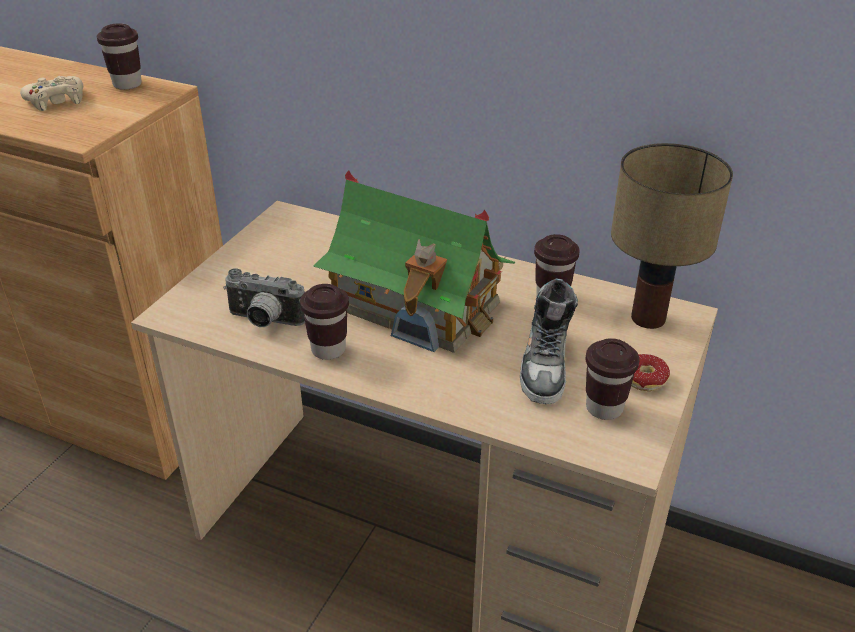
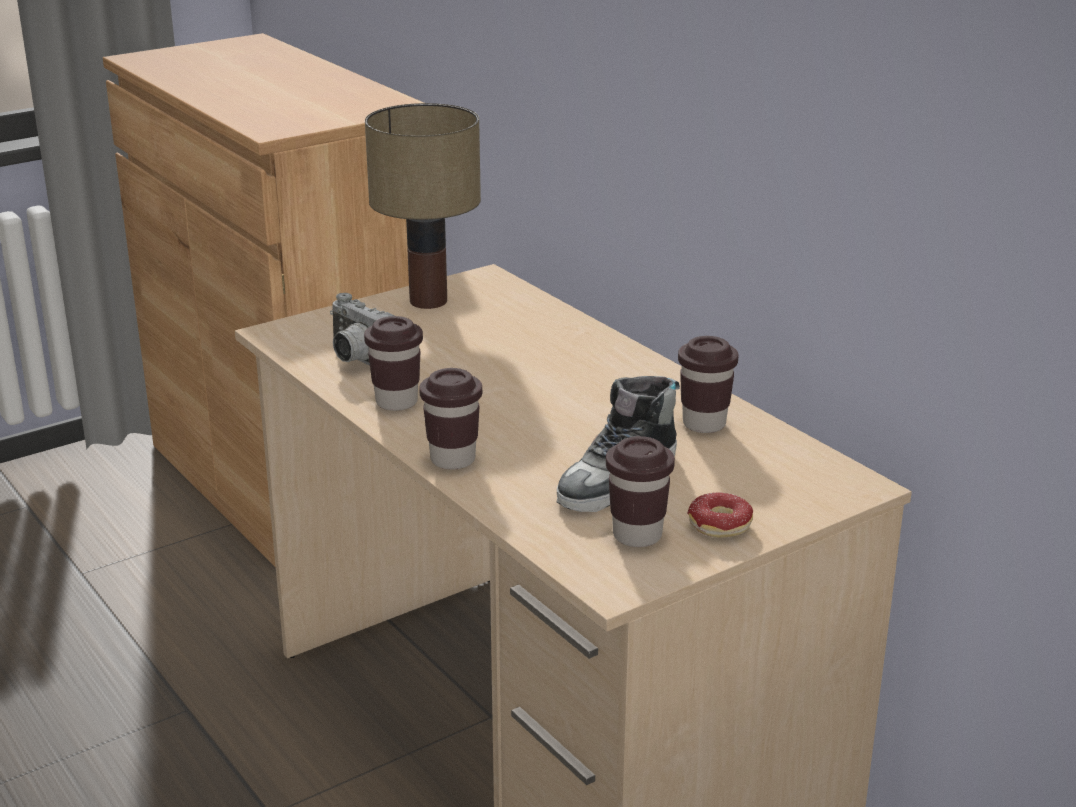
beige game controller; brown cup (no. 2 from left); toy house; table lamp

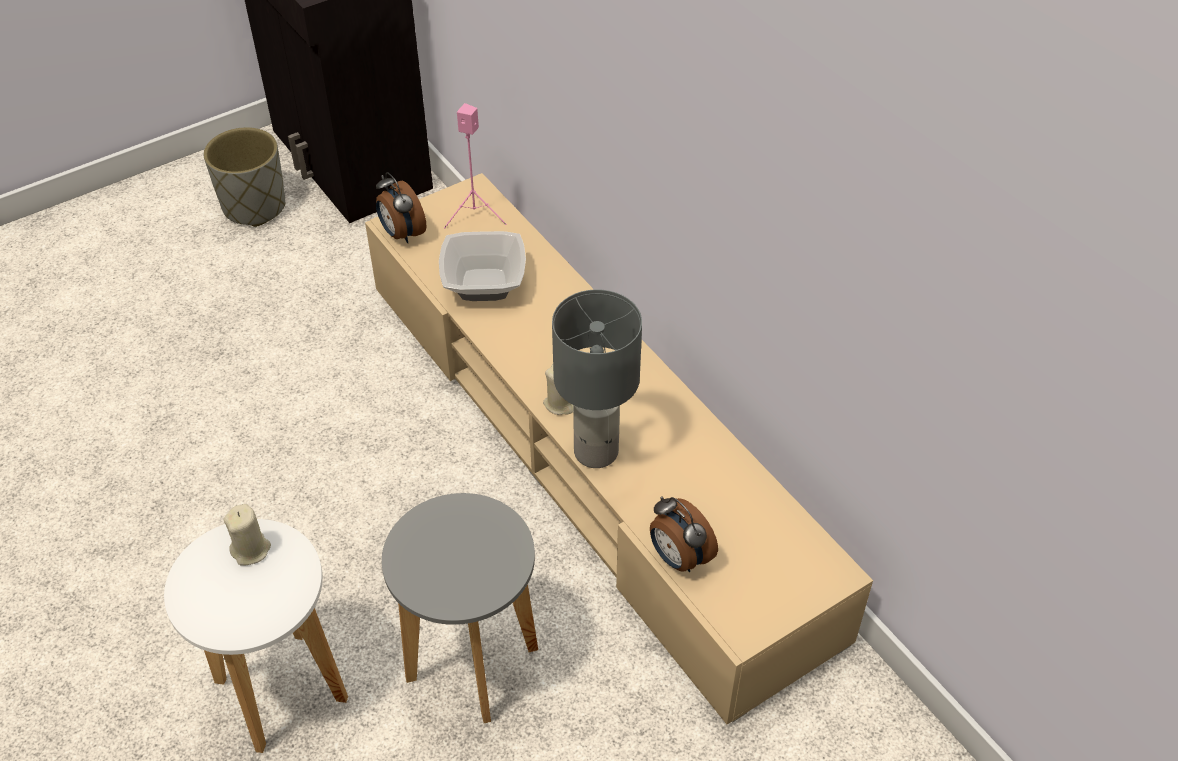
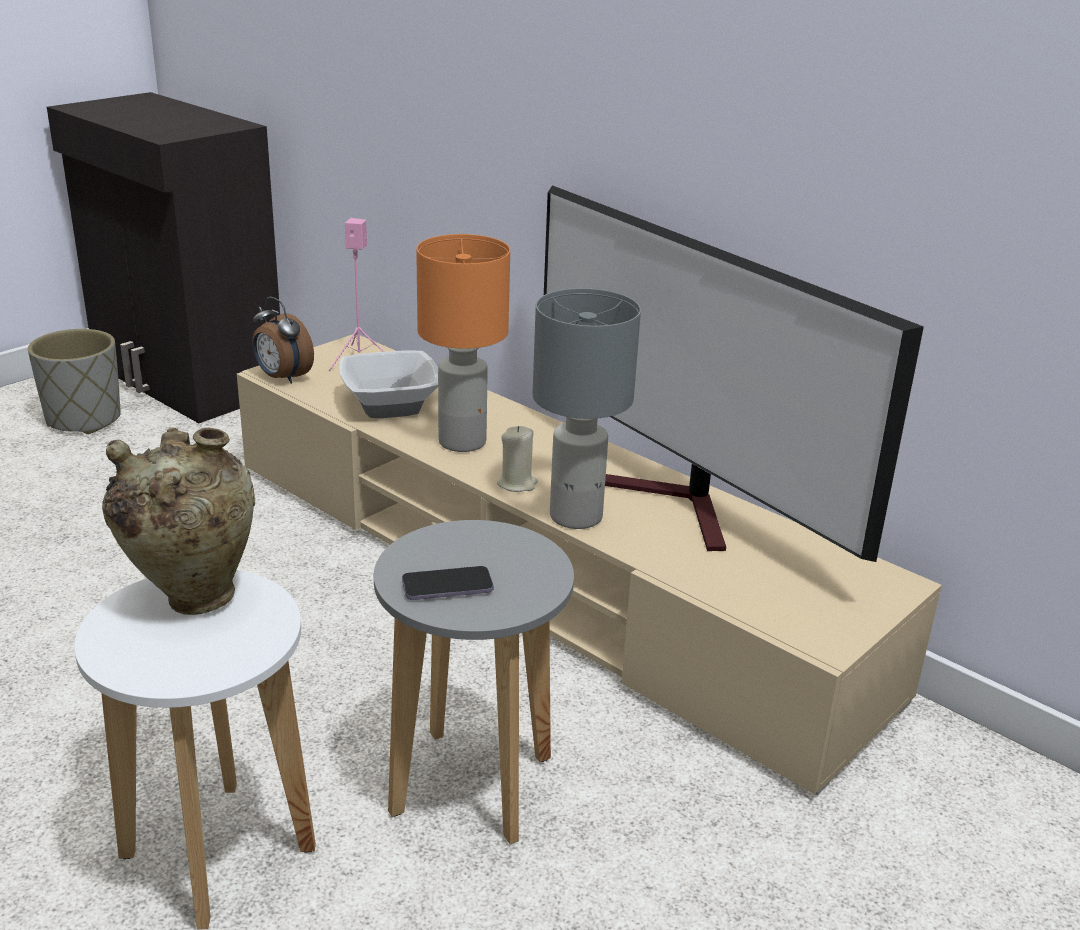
beige vase; alarm clock (no. 2 from left in the first image); phone; orange table lamp; television

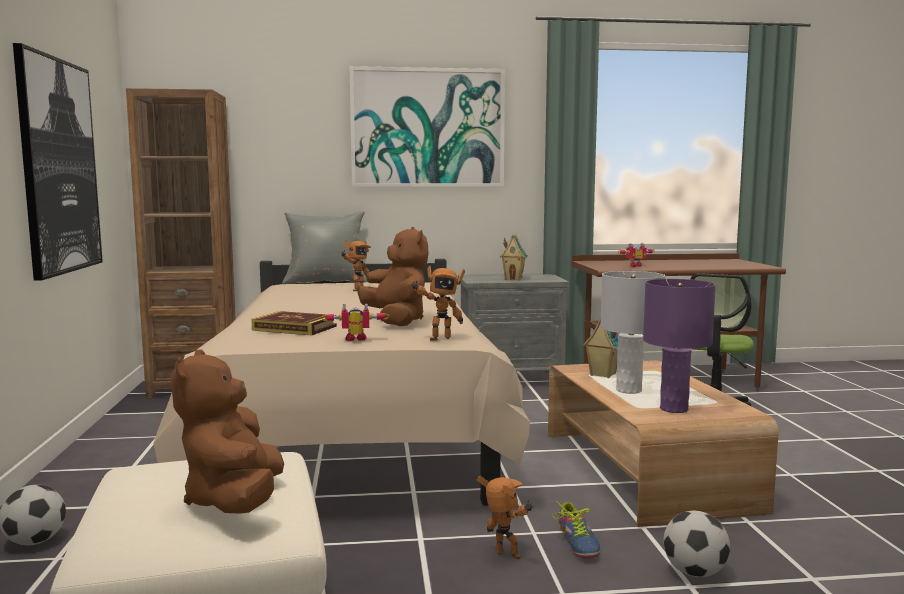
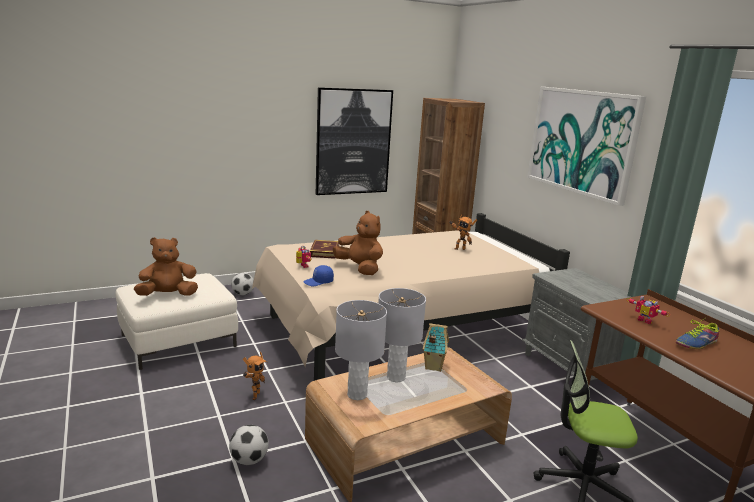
grey pillow; brown plush toy (no. 2 from left); blue cap; toy house (no. 1 from left in the first image); shoe; grey table lamp (no. 1 from left)

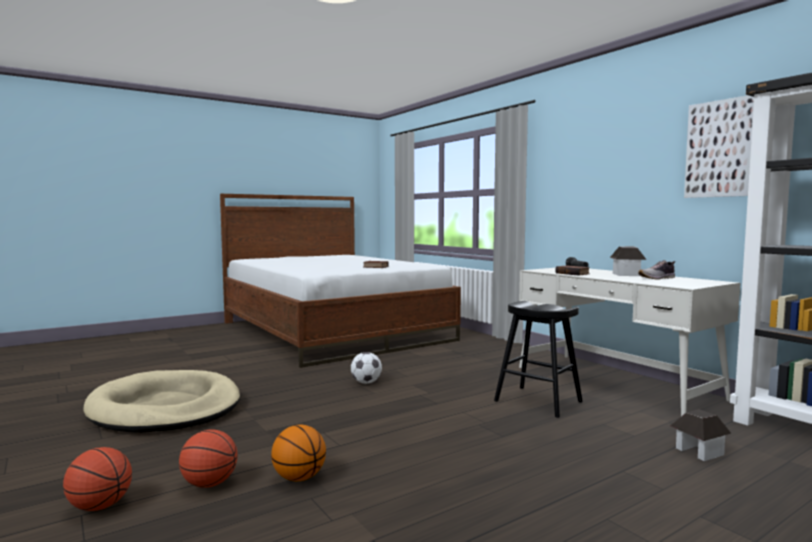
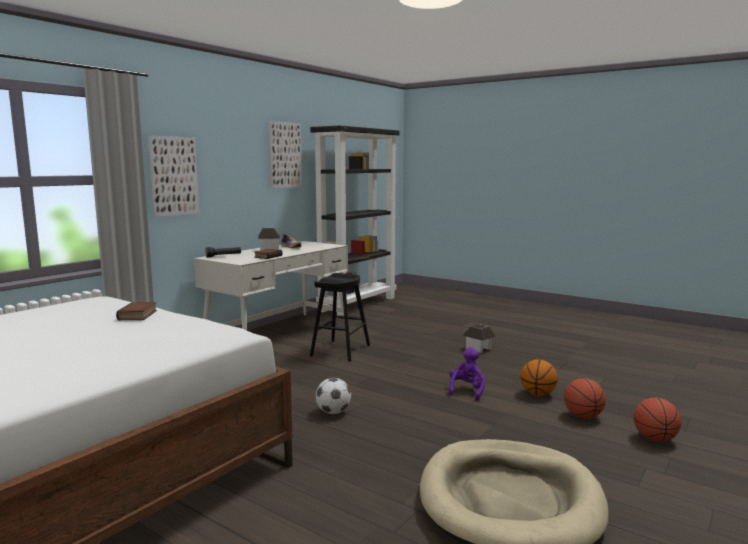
toy house (no. 2 from left); picture (no. 1 from left); purple plush toy

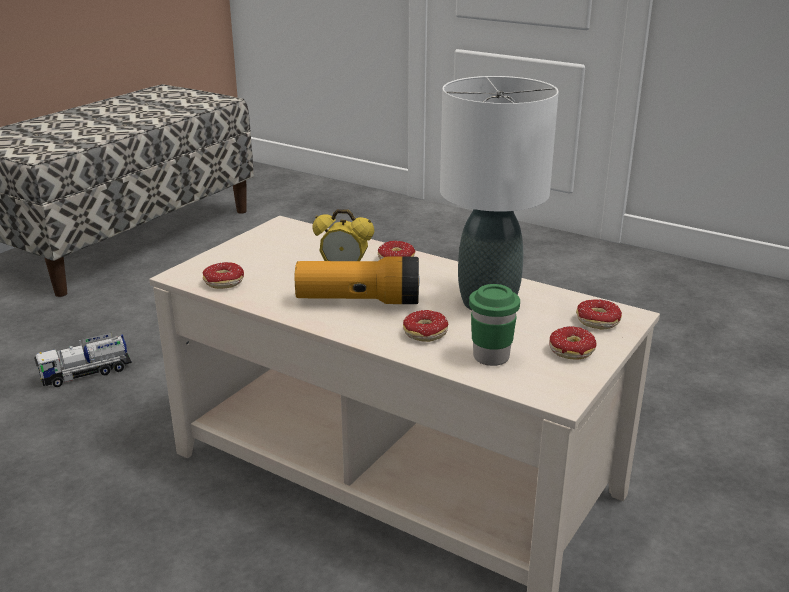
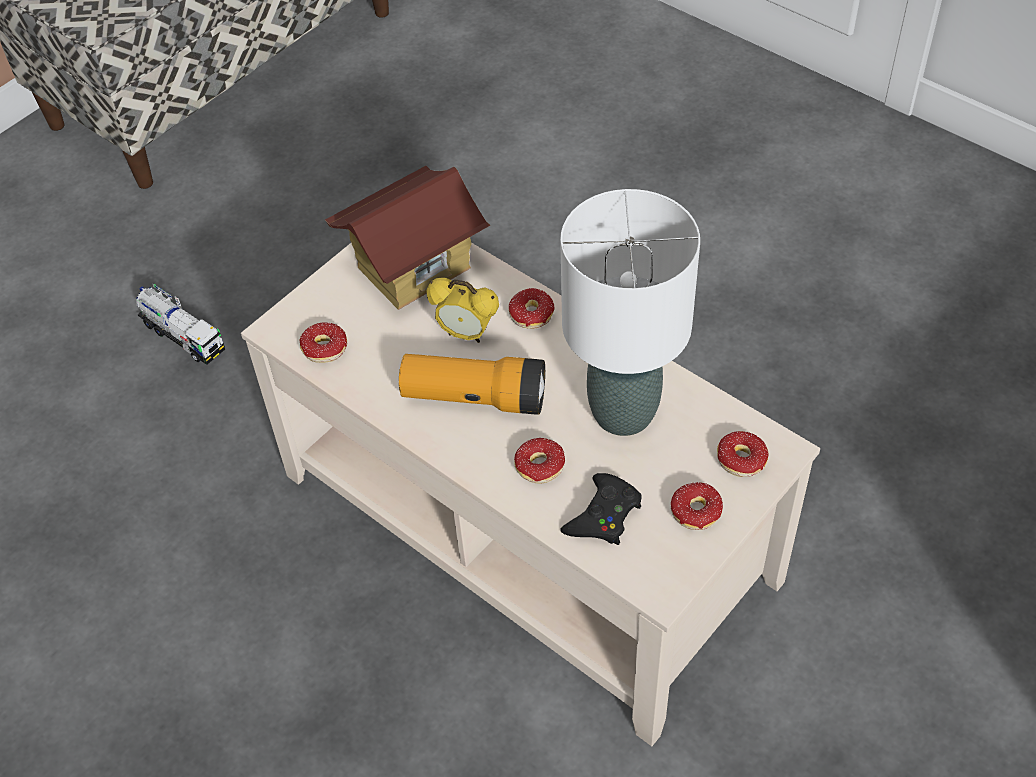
toy truck; black game controller; toy house

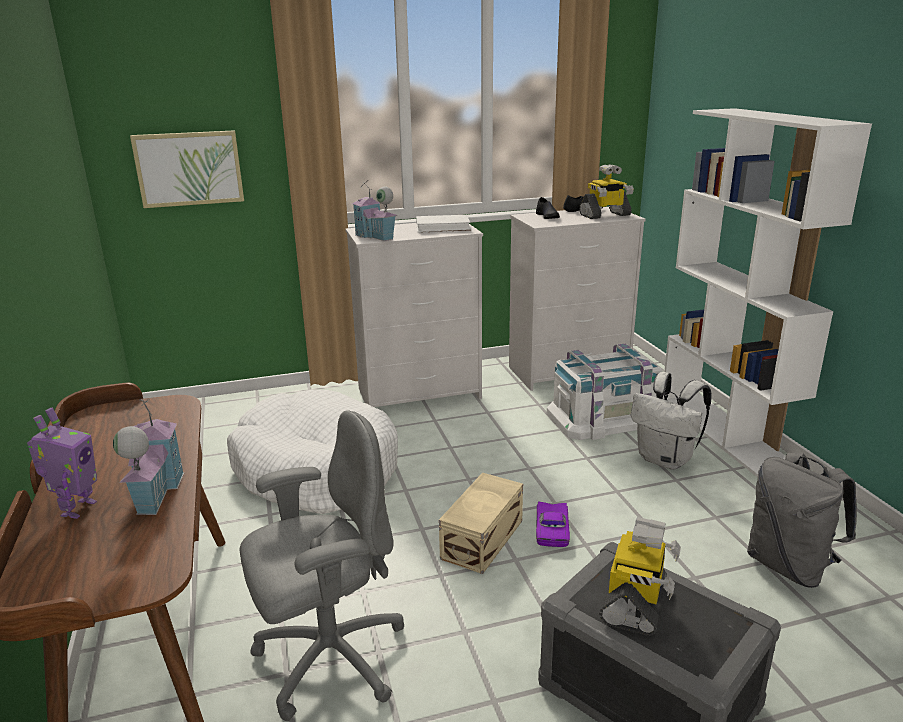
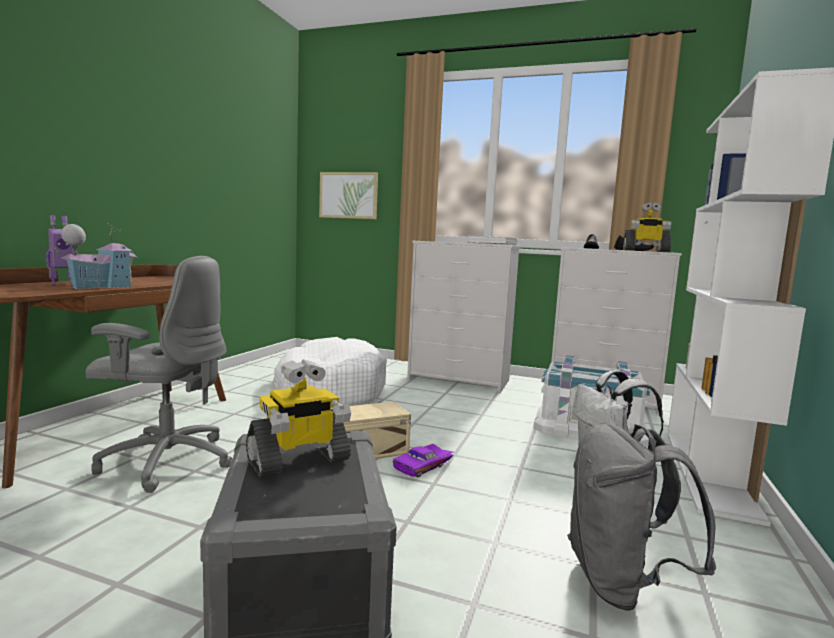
toy house (no. 2 from left in the first image)

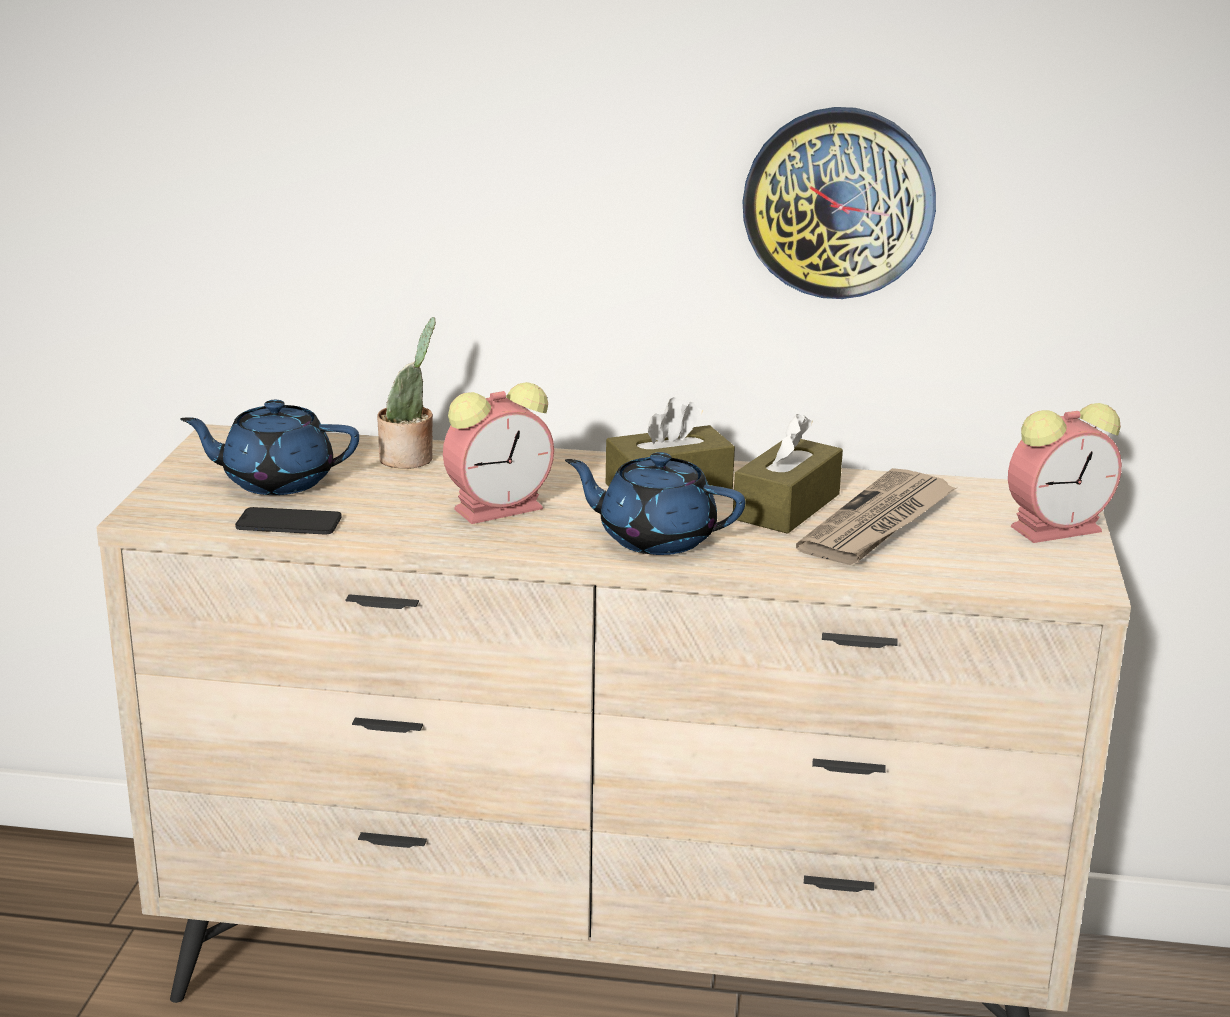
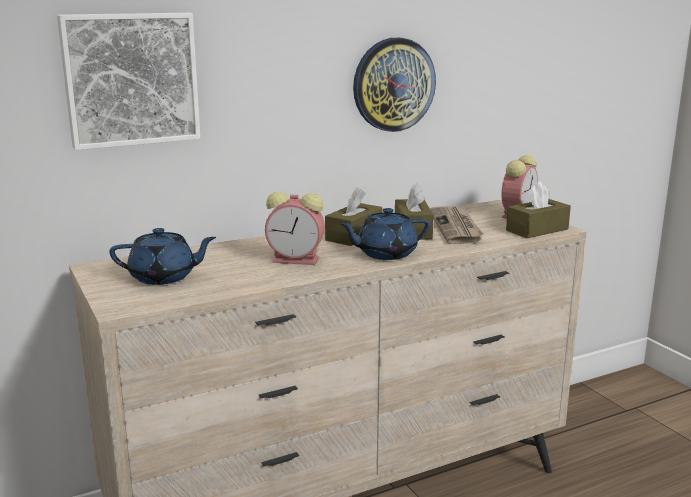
blue teapot (no. 1 from left); phone; potted plant; alarm clock (no. 1 from left); picture; brown tissue box (no. 3 from left)

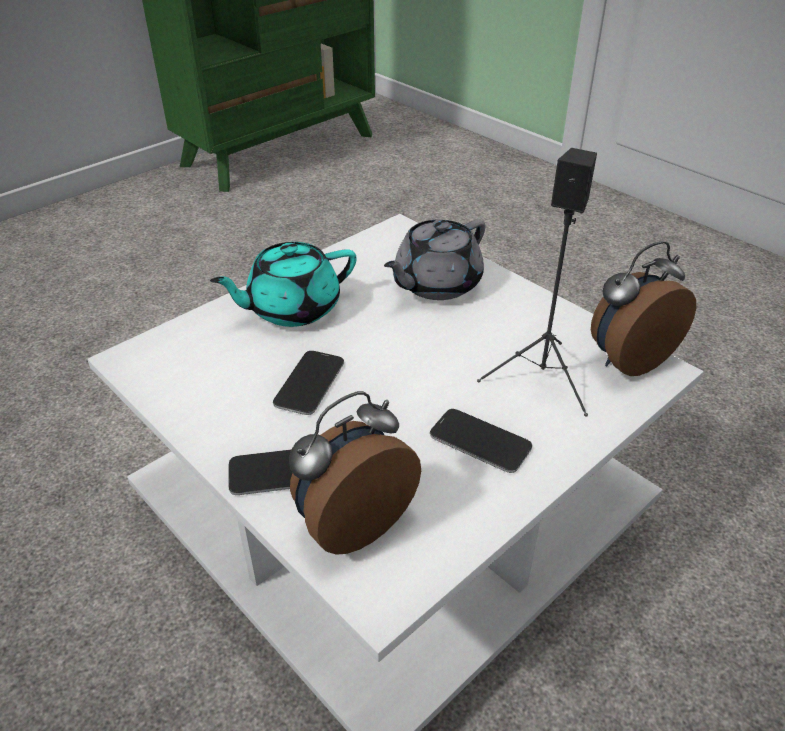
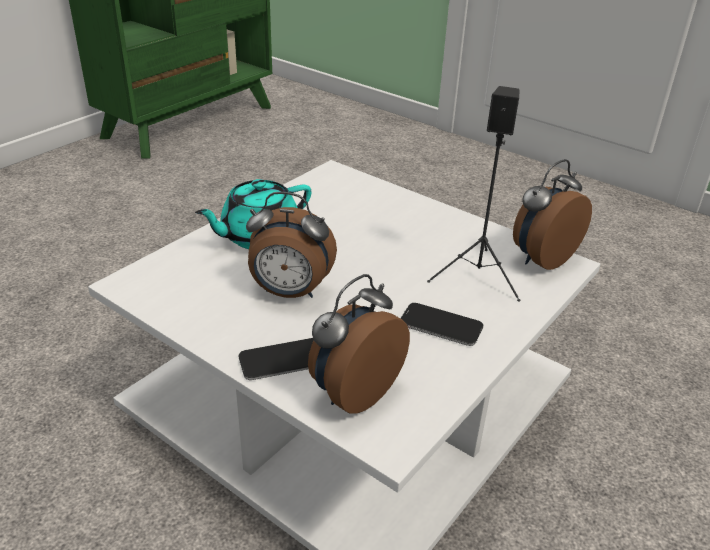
alarm clock (no. 1 from left); grey teapot

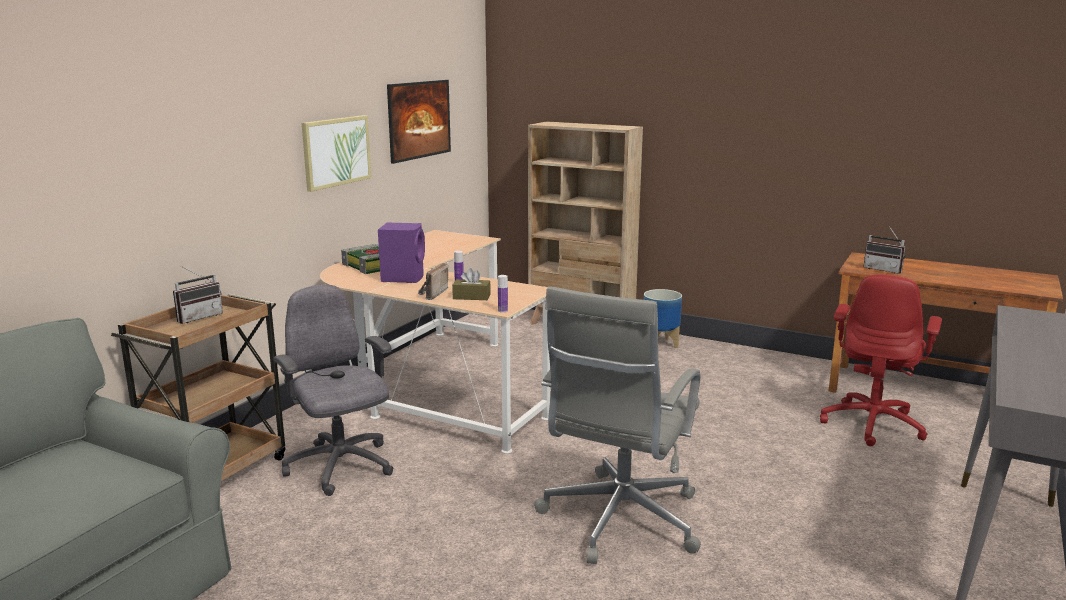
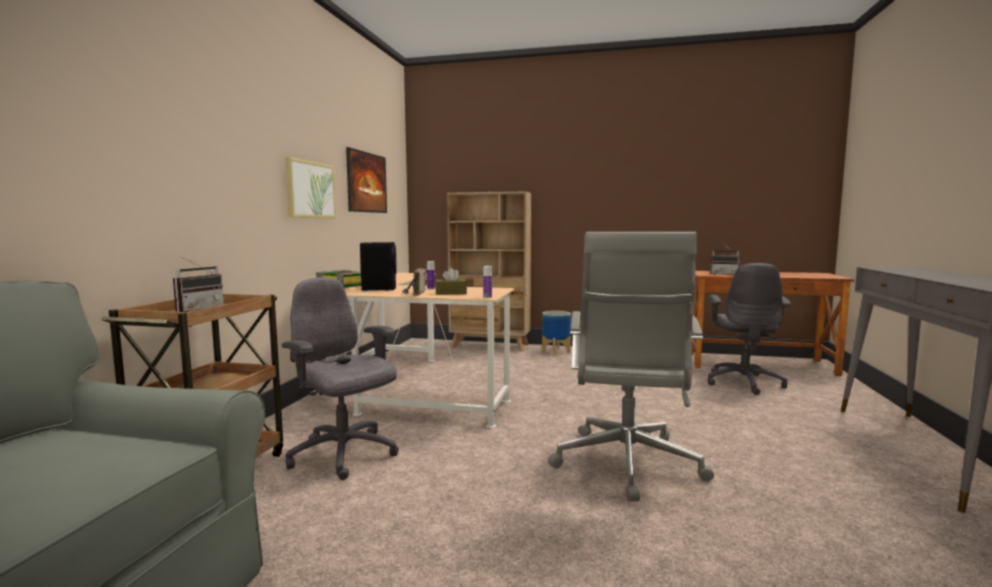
black speaker; grey office chair (no. 3 from left)

